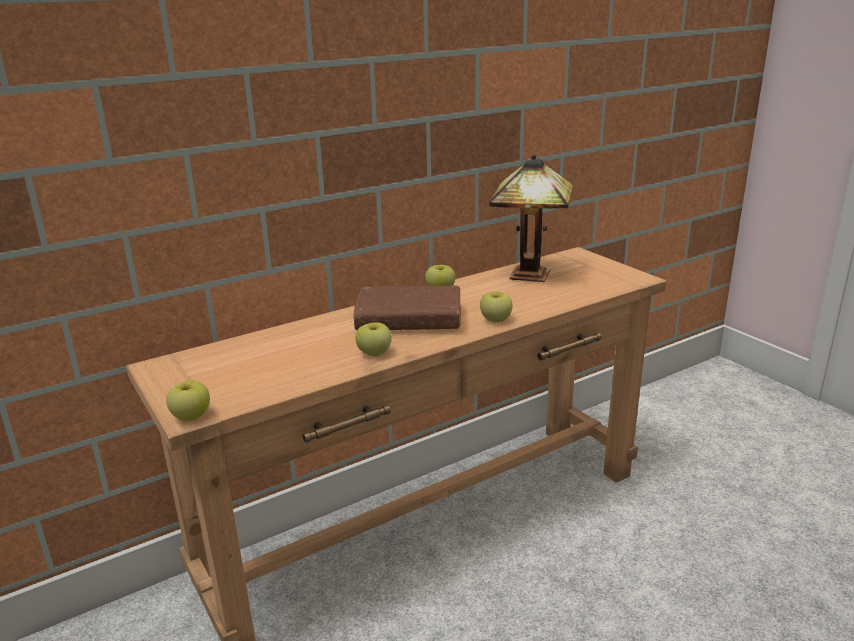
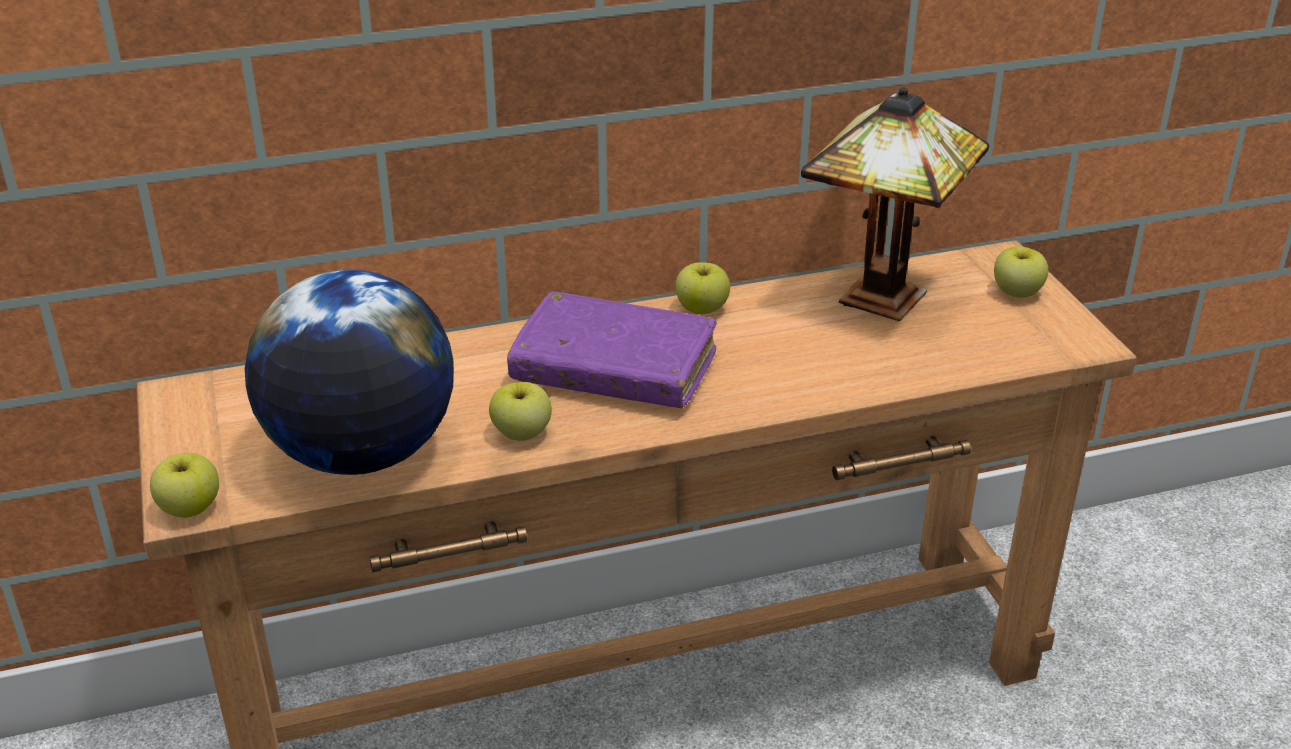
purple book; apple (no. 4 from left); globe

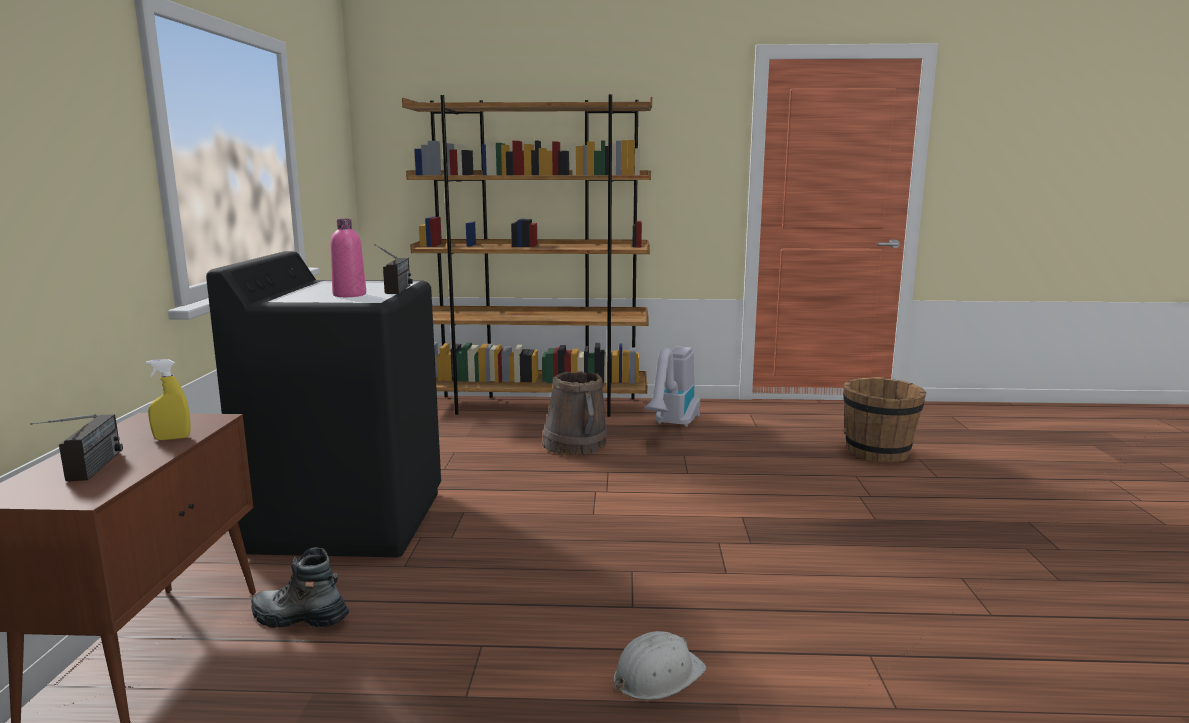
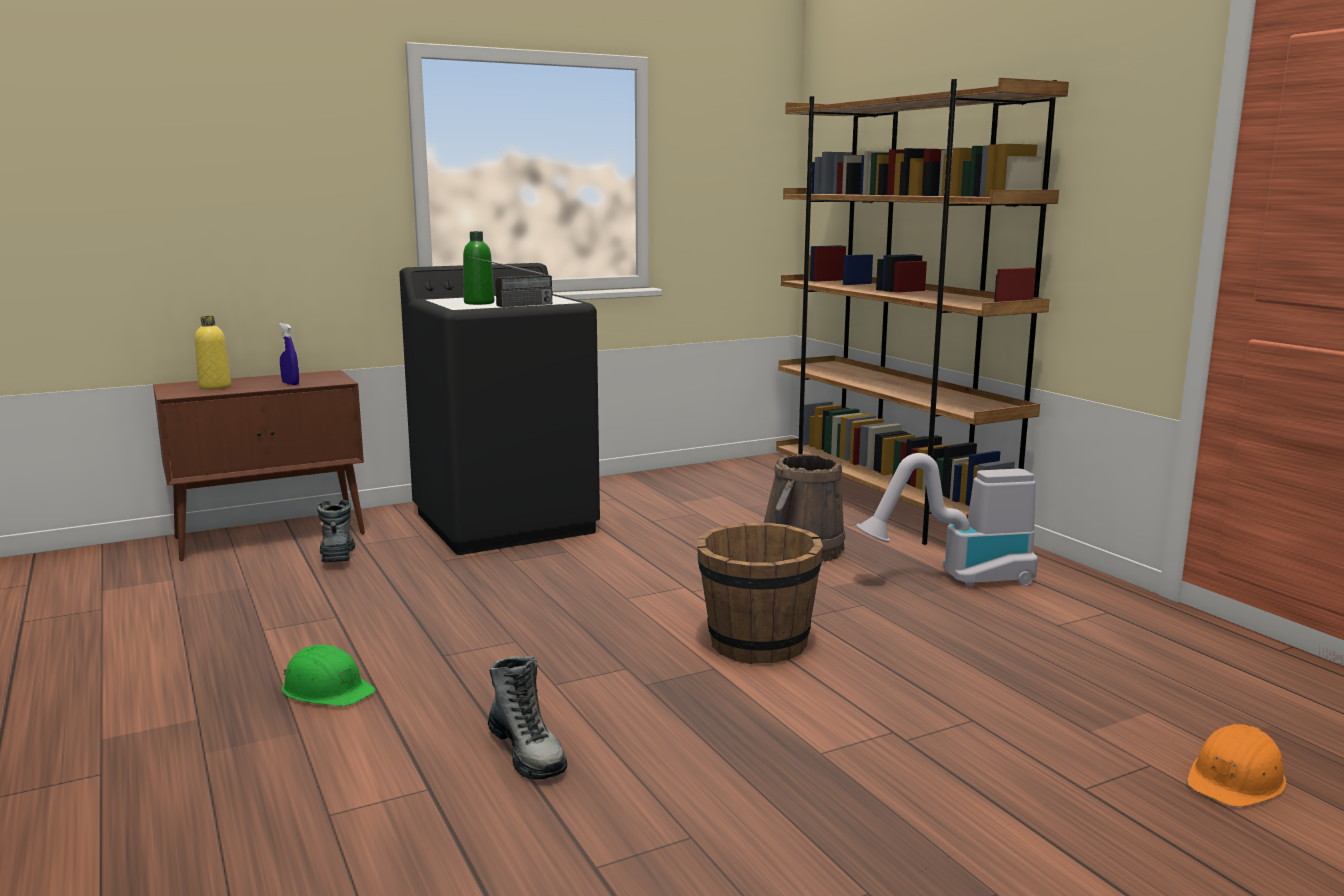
yellow bottle; blue spray bottle; green bottle; green hard hat; brown bucket (no. 1 from left); boot (no. 2 from left); orange hard hat

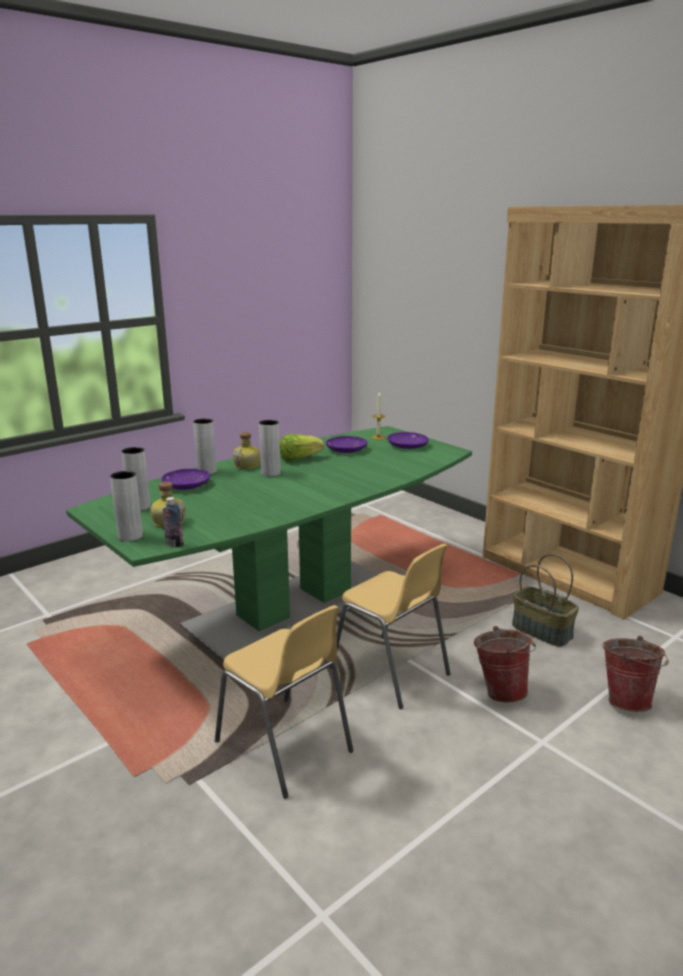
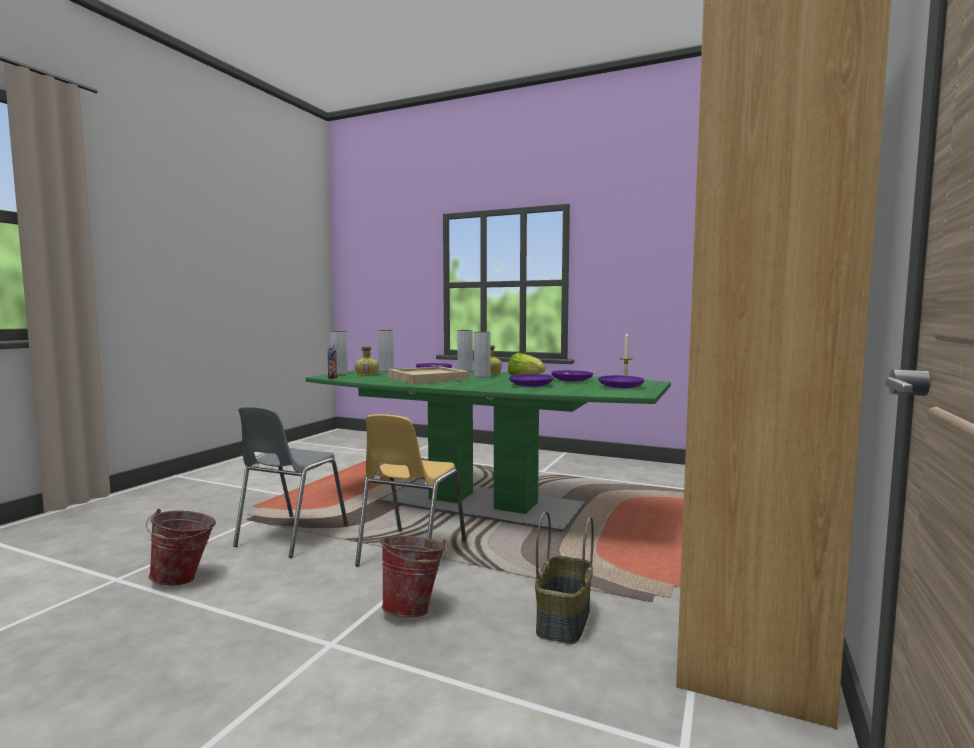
grey chair; bucket (no. 1 from left); beige tray; purple plate (no. 2 from left)

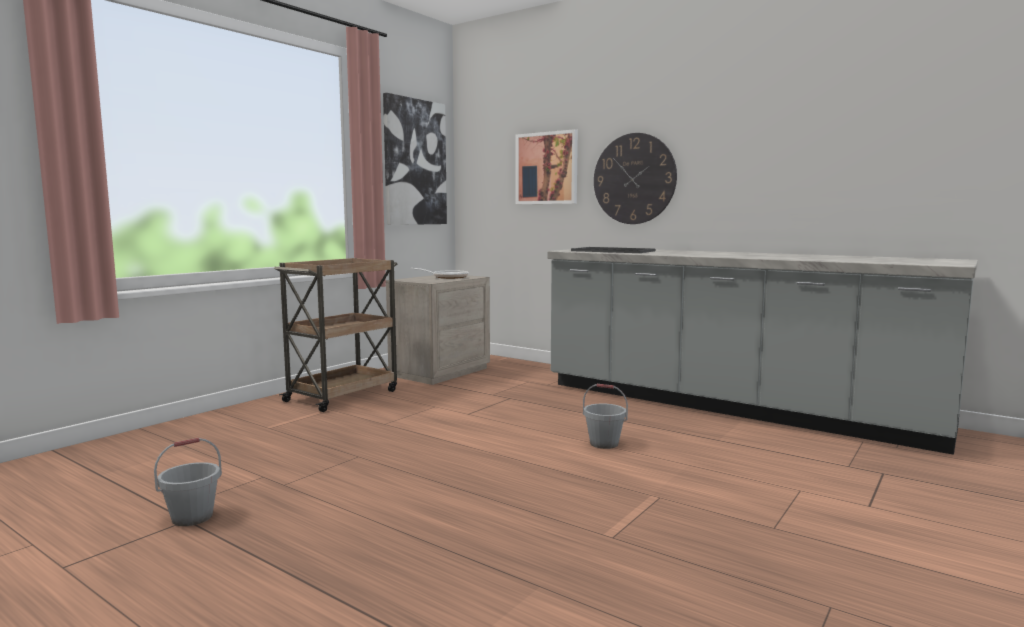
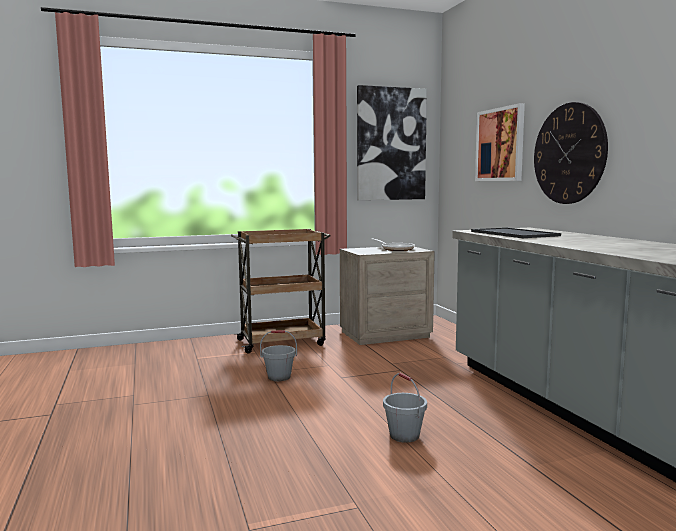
grey bucket (no. 1 from left)

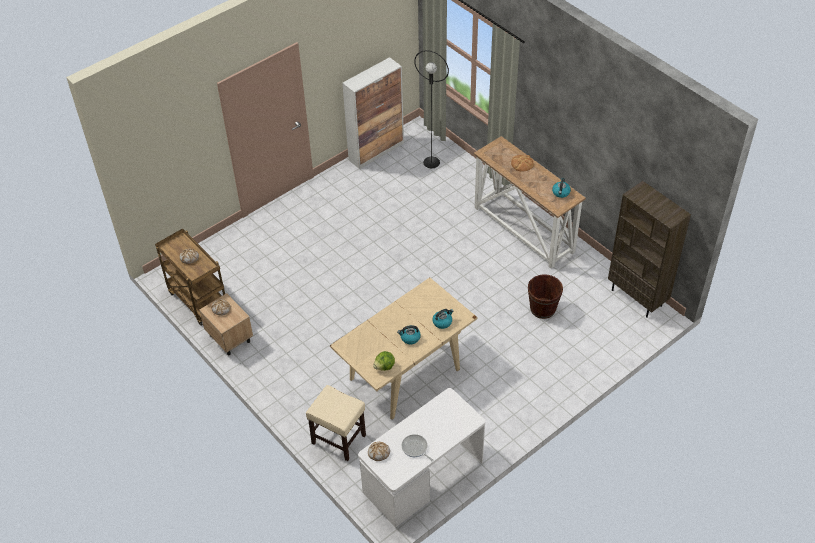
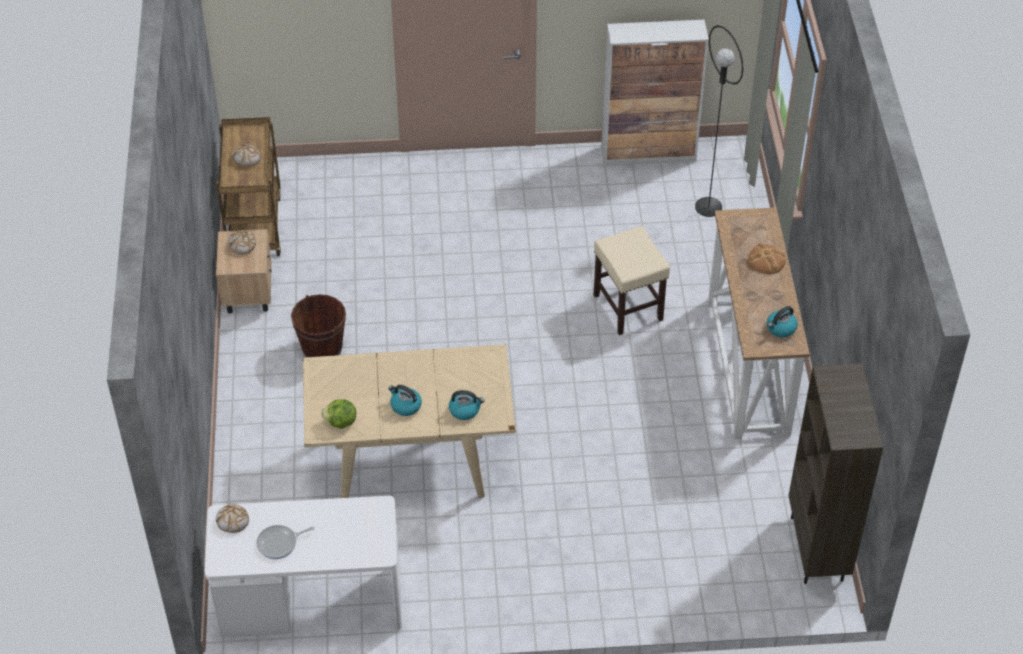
beige stool; frying pan; brown bucket

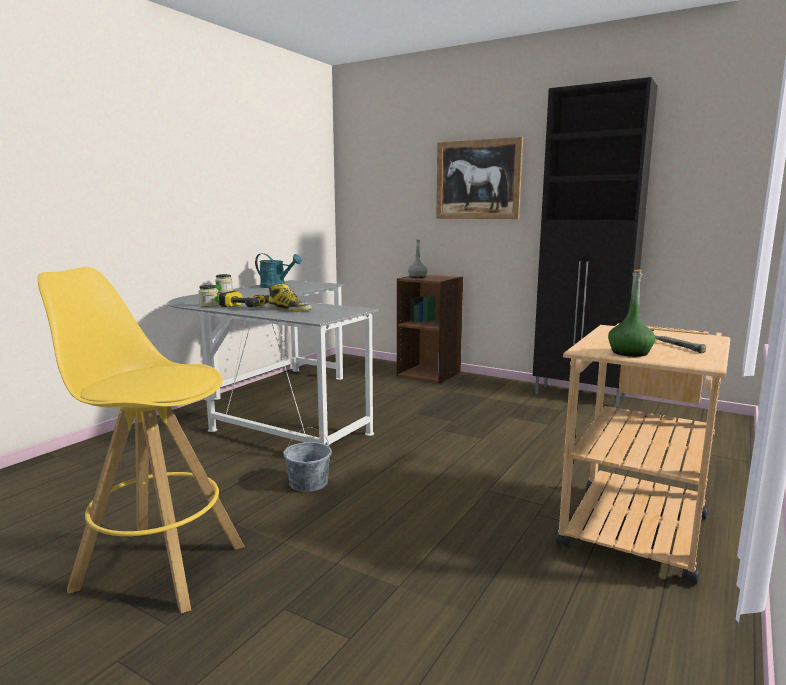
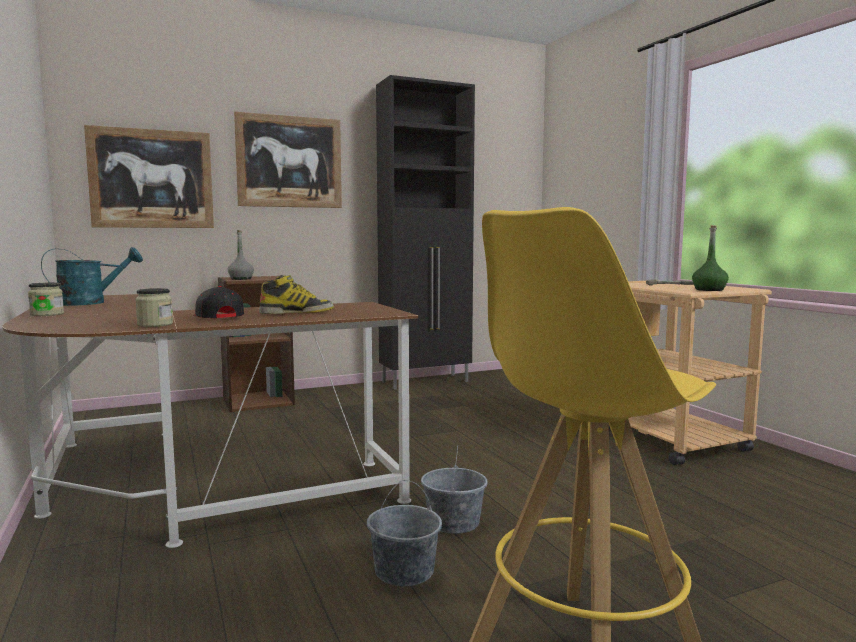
brown desk; black cap; picture (no. 1 from left); grey bucket (no. 1 from left)

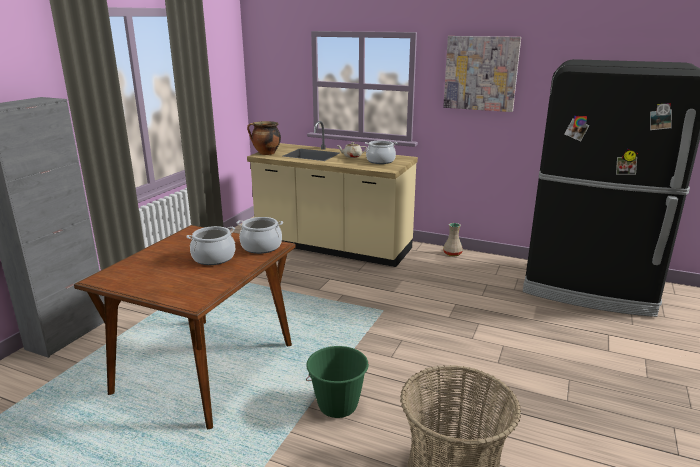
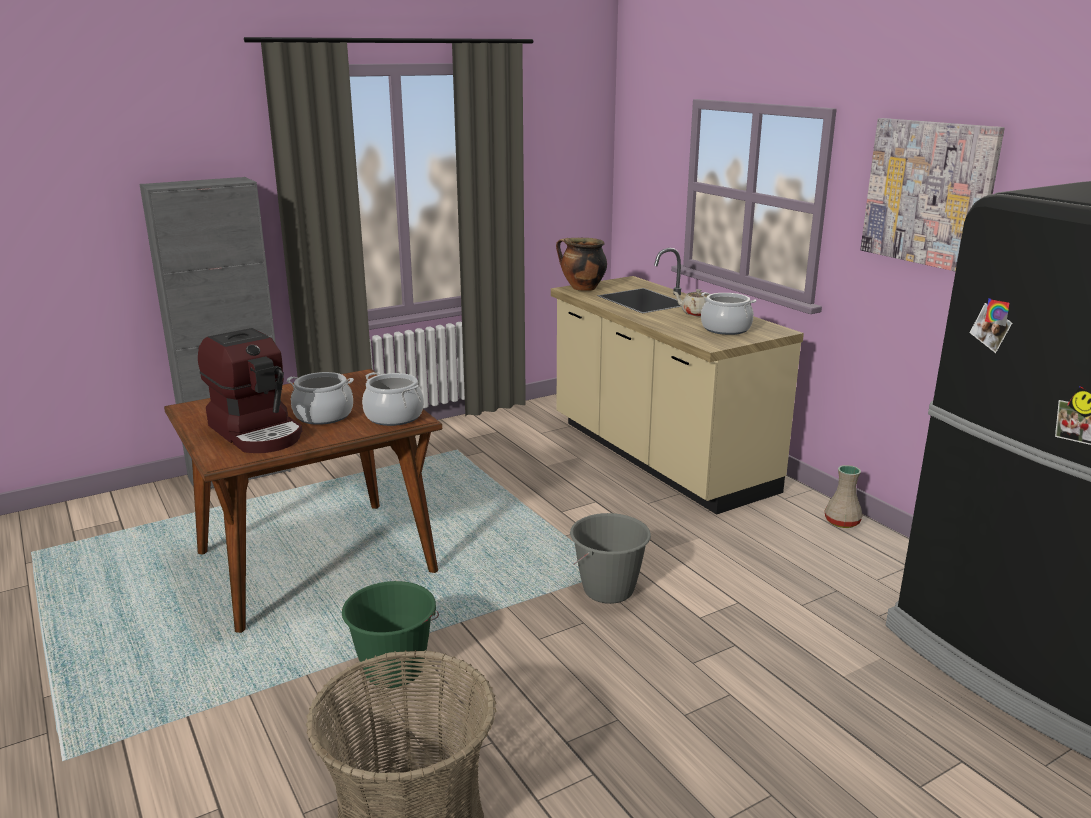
coffee machine; grey bucket

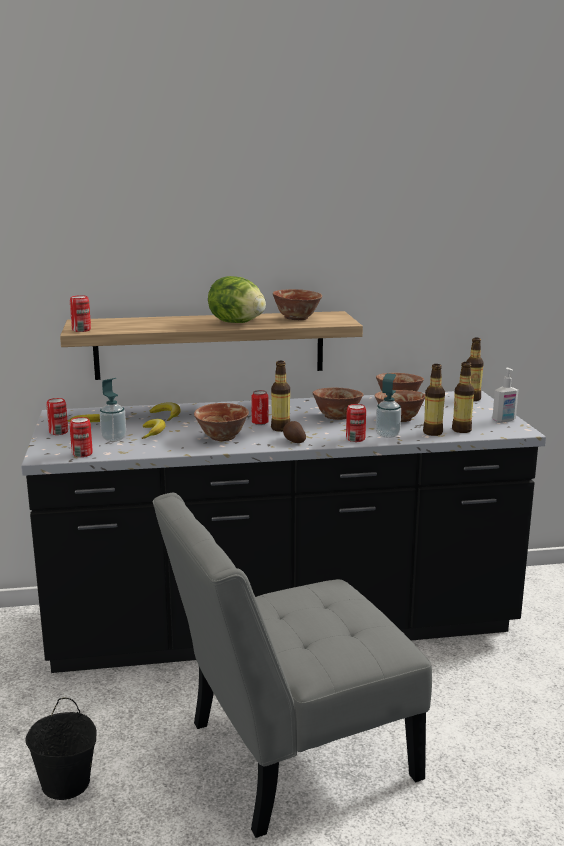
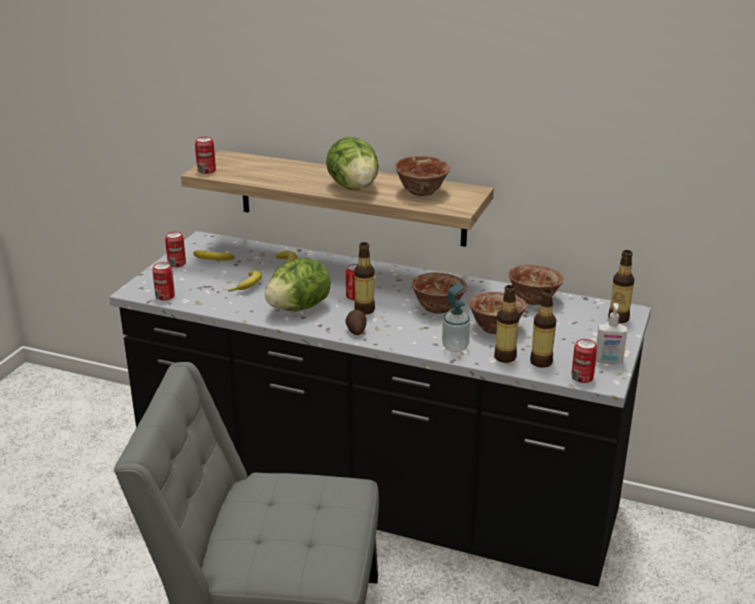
black bucket; soap dispenser (no. 1 from left in the first image); lettuce (no. 1 from left); can (no. 5 from left)

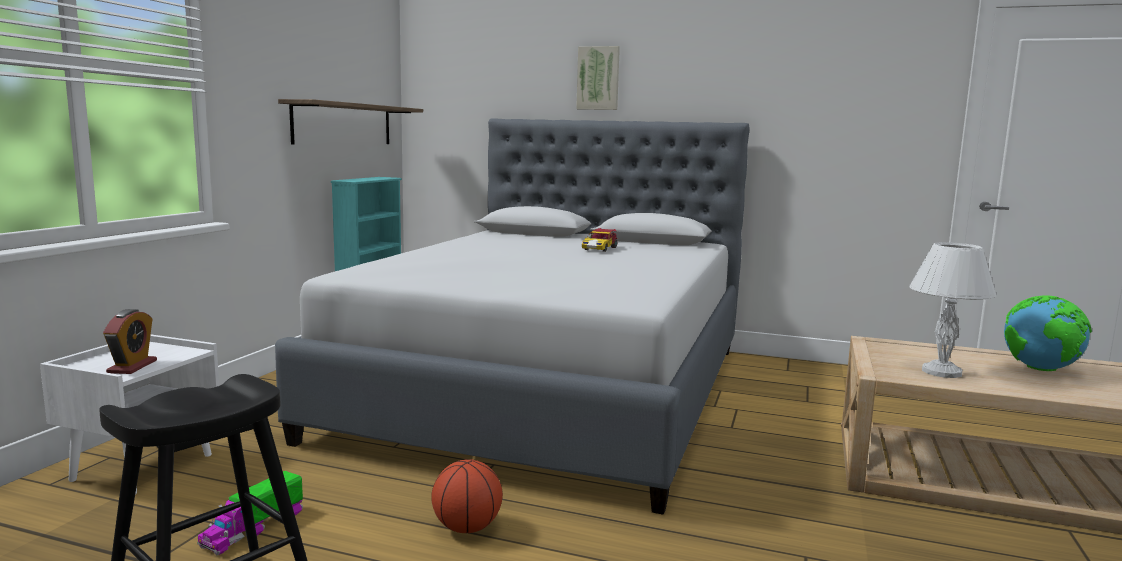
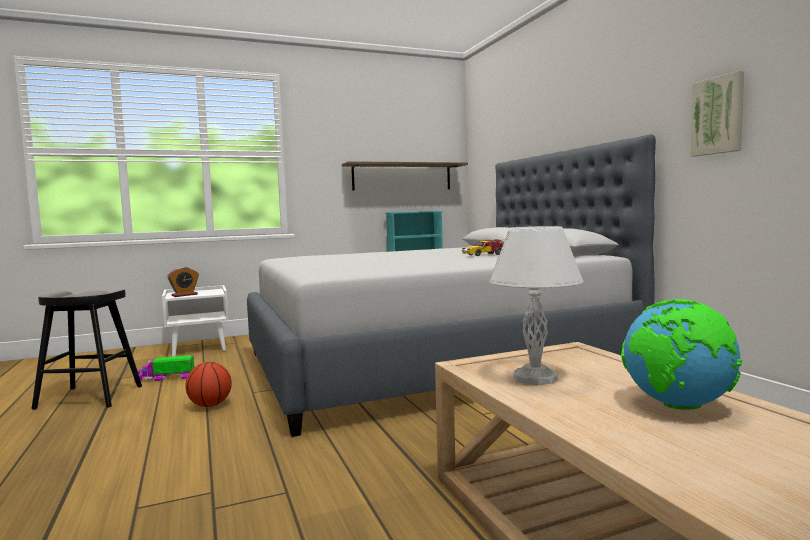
picture

